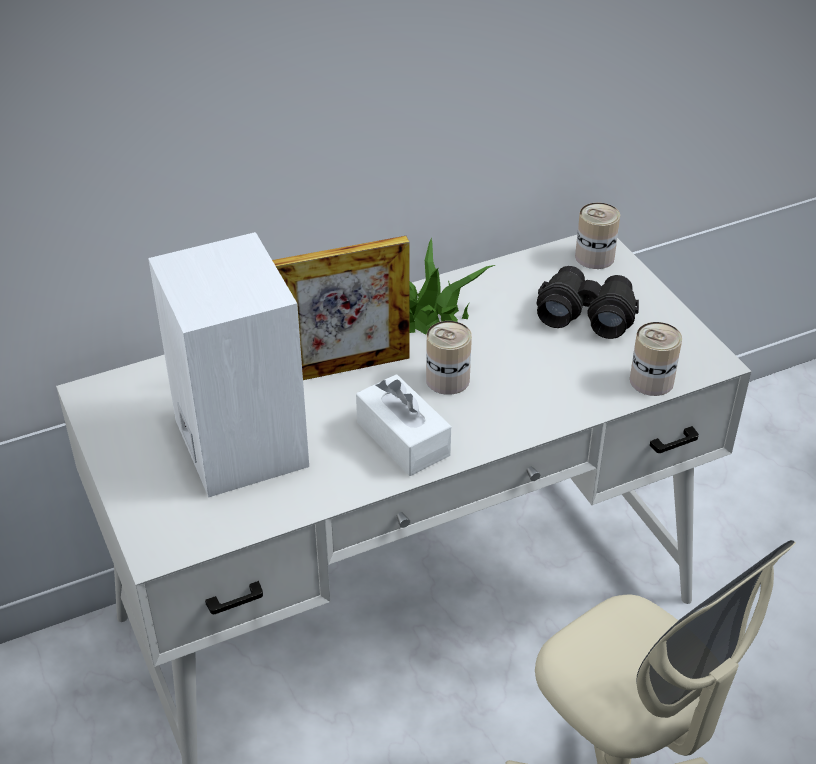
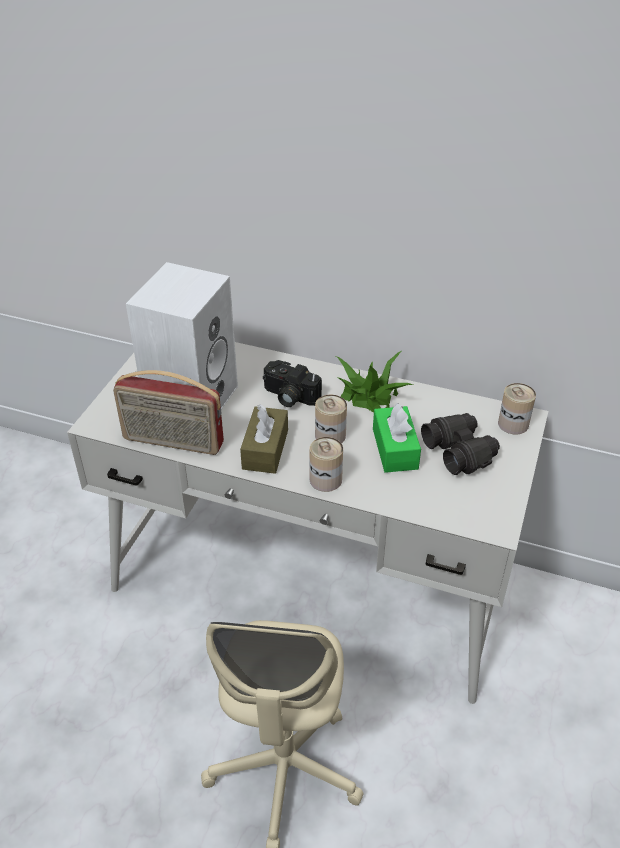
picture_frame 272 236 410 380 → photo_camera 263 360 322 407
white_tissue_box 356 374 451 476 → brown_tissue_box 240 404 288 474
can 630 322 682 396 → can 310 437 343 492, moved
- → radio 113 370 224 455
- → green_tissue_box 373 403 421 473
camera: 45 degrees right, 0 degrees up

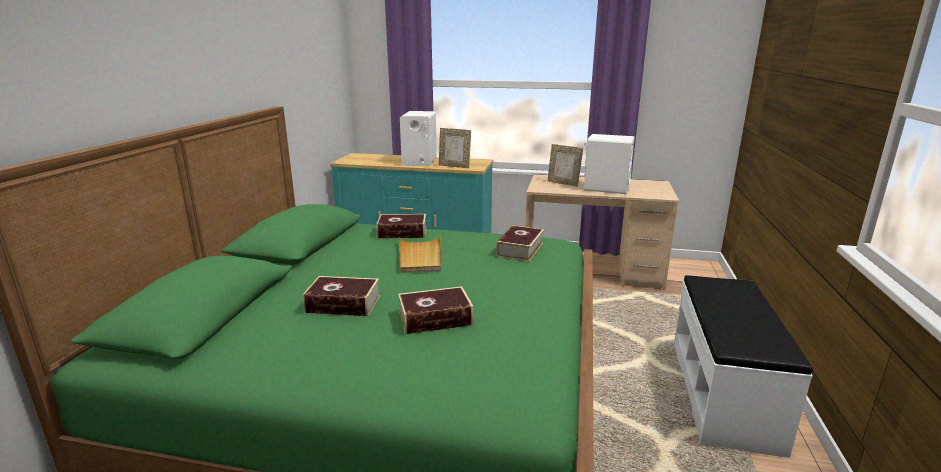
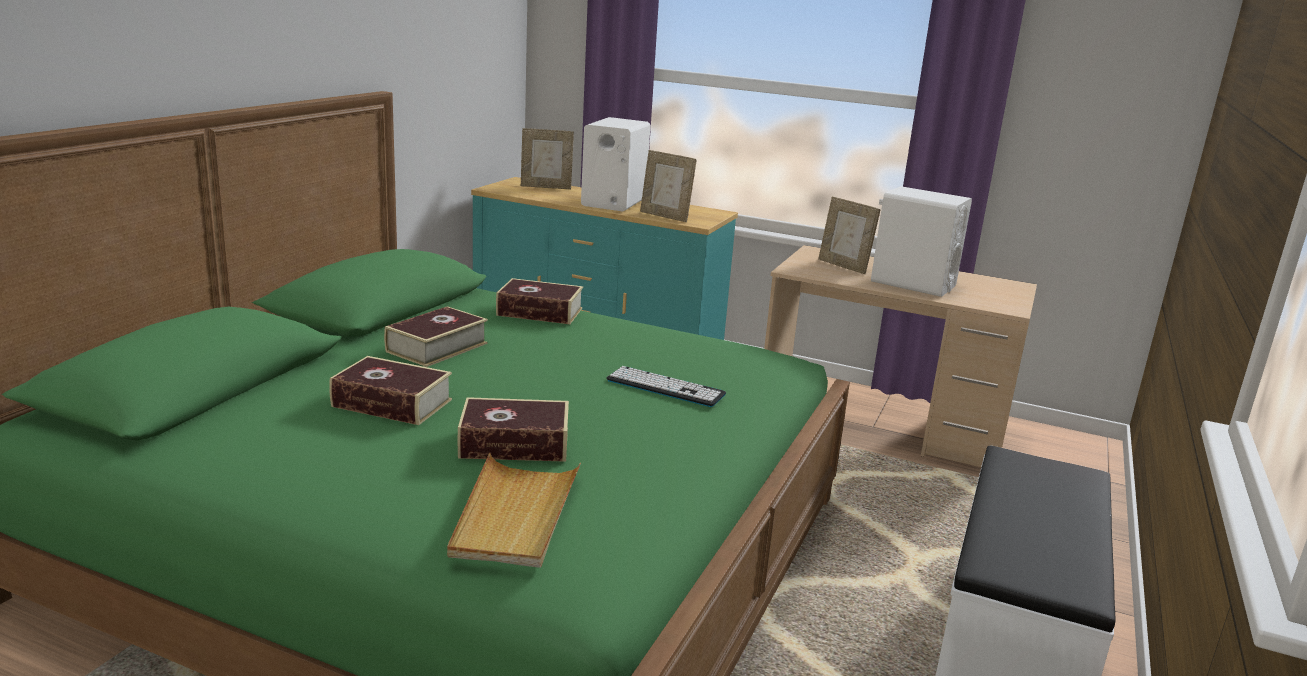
beige_tray 399 236 441 273 → beige_tray 447 453 581 568, moved
book 496 225 544 262 → book 384 306 488 367, moved
- → picture_frame 521 128 574 189
- → keyboard 606 366 726 407
camera: 10 degrees right, 0 degrees up

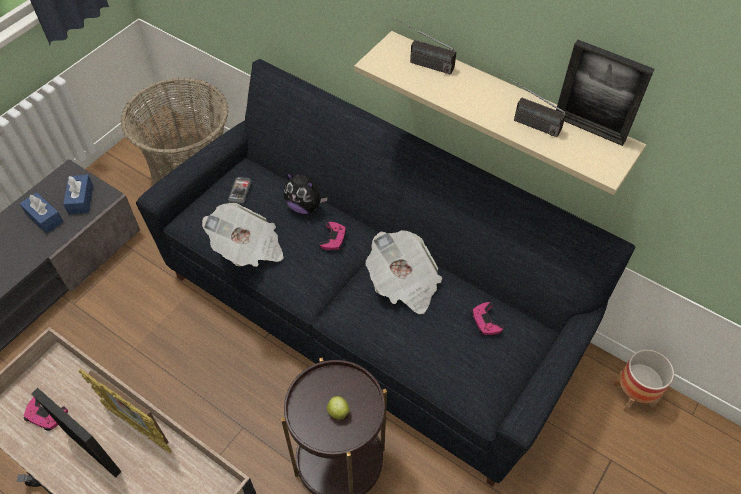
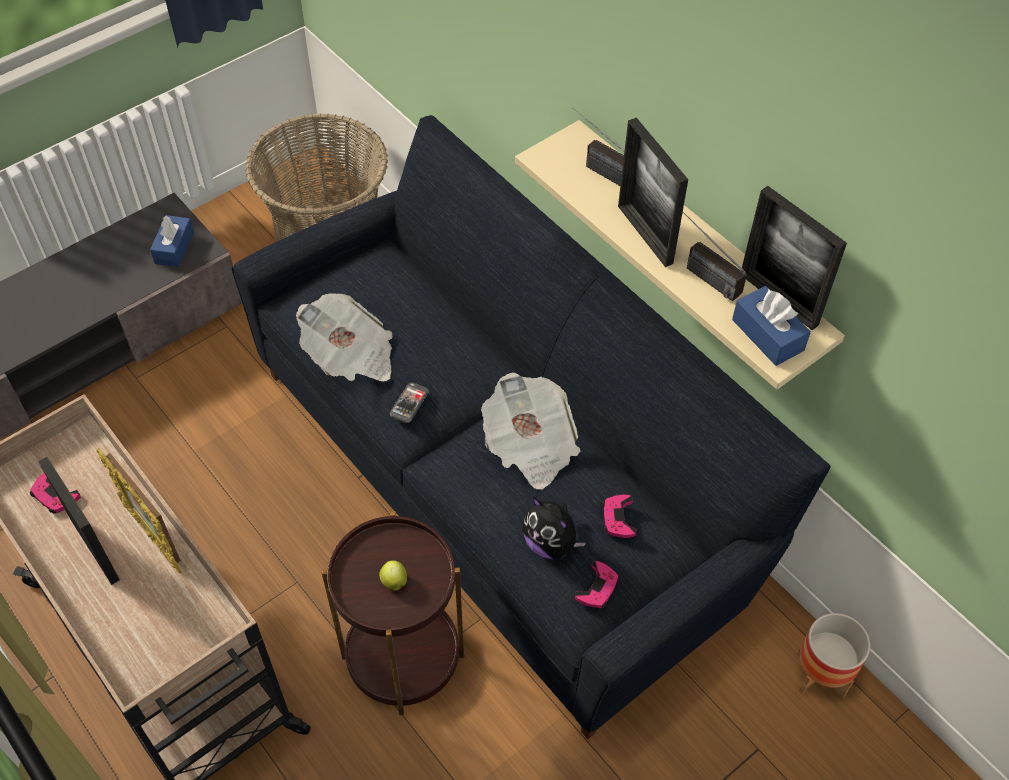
blue_tissue_box 20 192 64 233 → blue_tissue_box 732 286 811 366, moved
phone 228 177 251 204 → phone 390 382 429 423, moved
plush_toy 283 172 328 214 → plush_toy 522 497 586 559, moved
pink_game_controller 320 222 347 250 → pink_game_controller 575 561 620 608, moved
- → picture_frame 618 118 688 267
camera: 15 degrees right, 0 degrees up

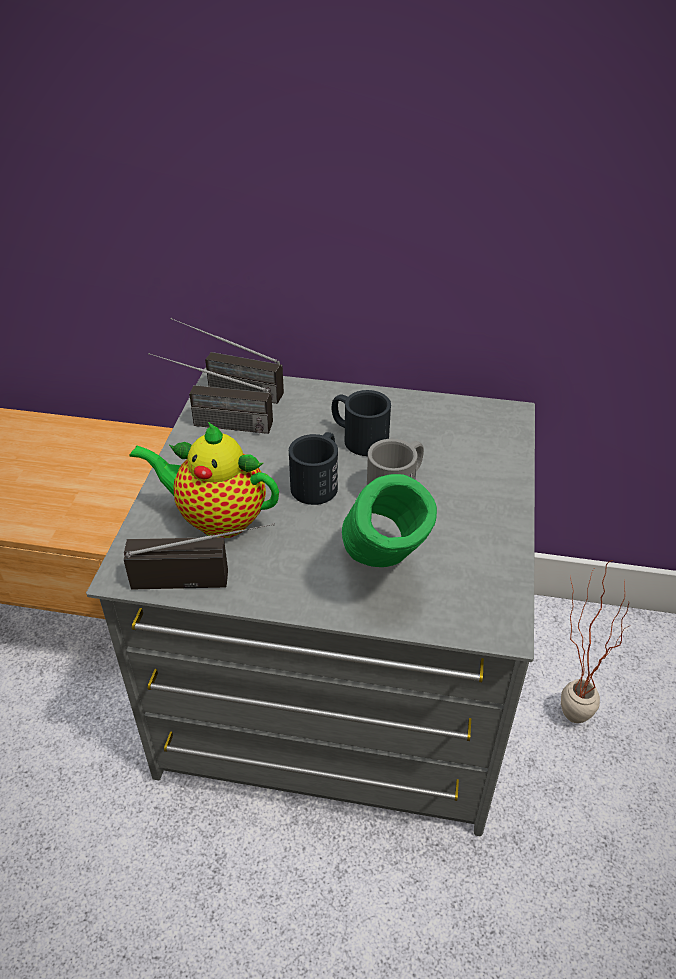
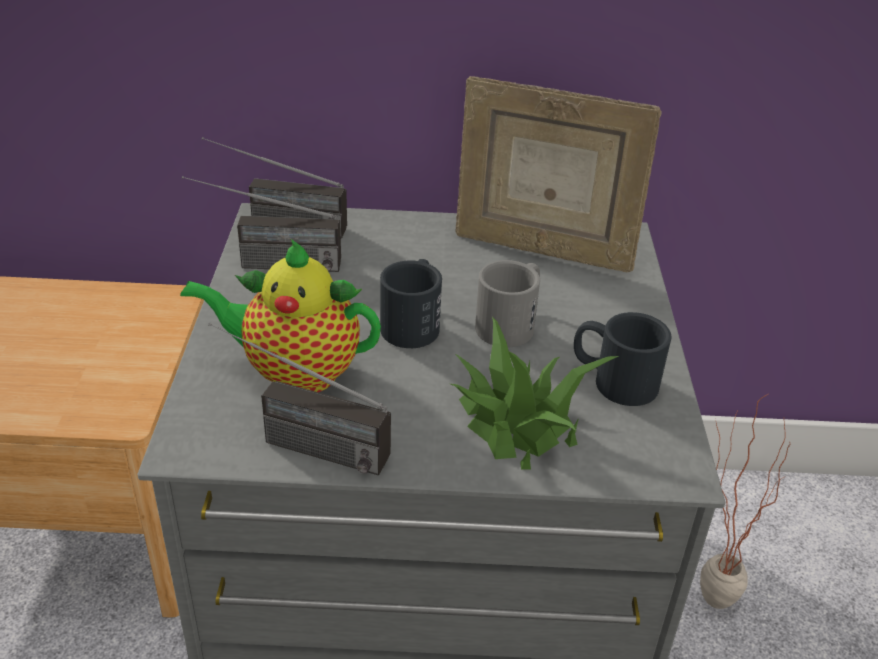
radio 124 523 275 590 → radio 208 323 391 475, 150 degrees counterclockwise
black_mug 332 390 391 456 → black_mug 574 312 672 406, moved
green_vase 342 474 437 567 → potted_plant 451 317 619 470
- → picture_frame 455 76 662 272
camera: 10 degrees left, 5 degrees down

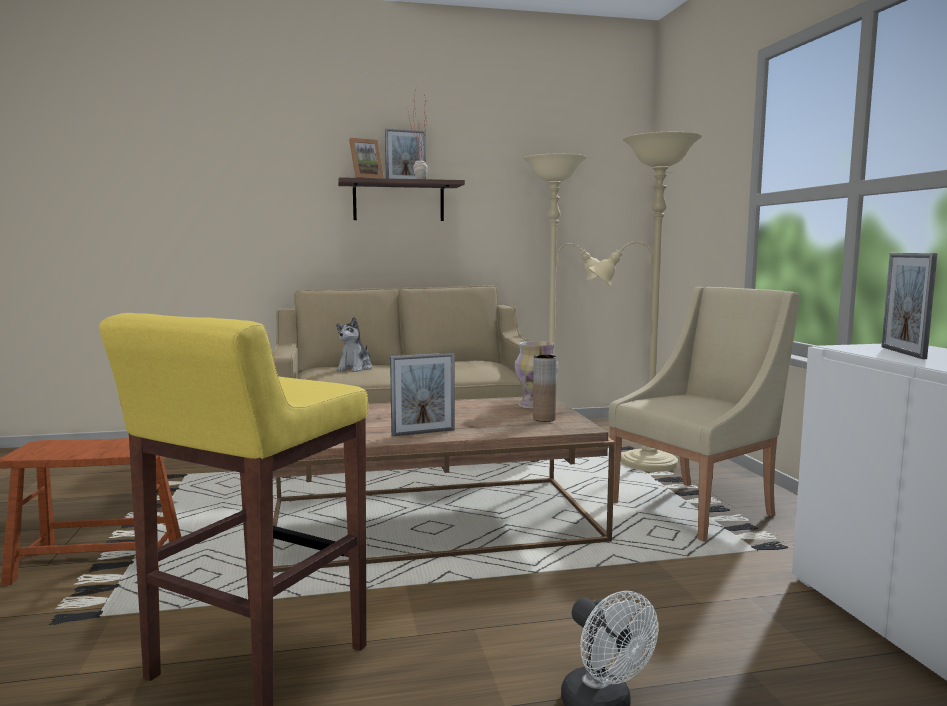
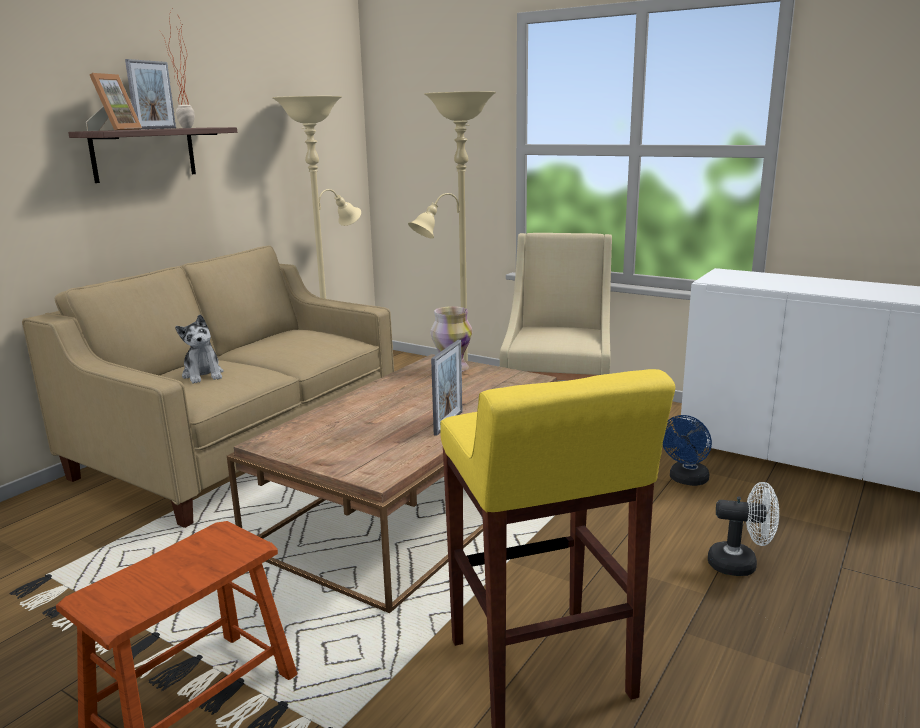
brown_vase 533 355 557 422 → -
picture_frame 881 253 938 359 → -
- → blue_fan 663 415 712 486
camera: 45 degrees left, 10 degrees up

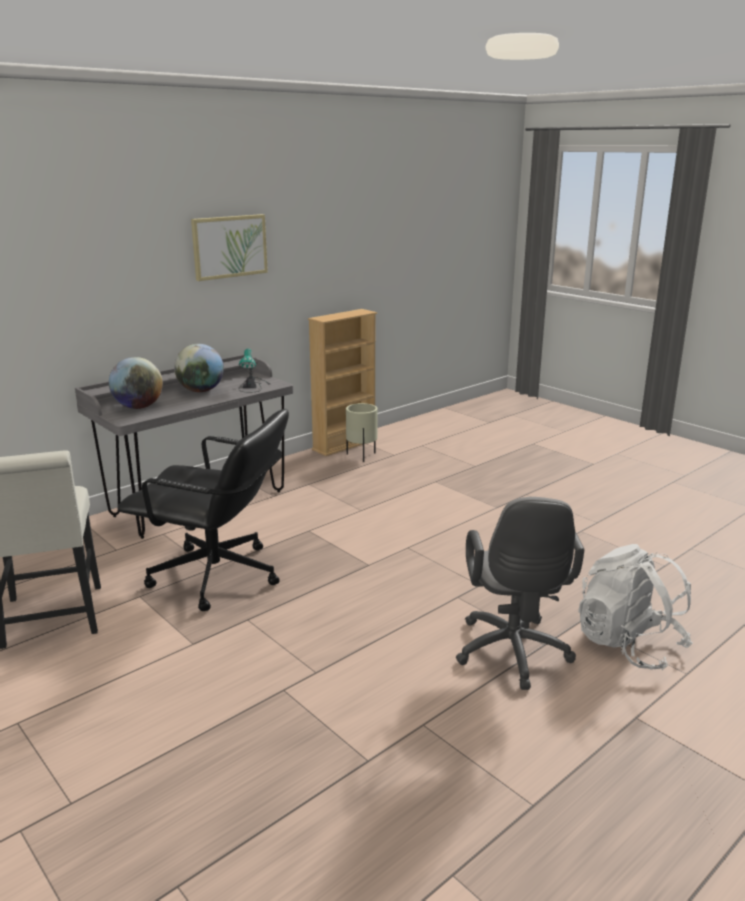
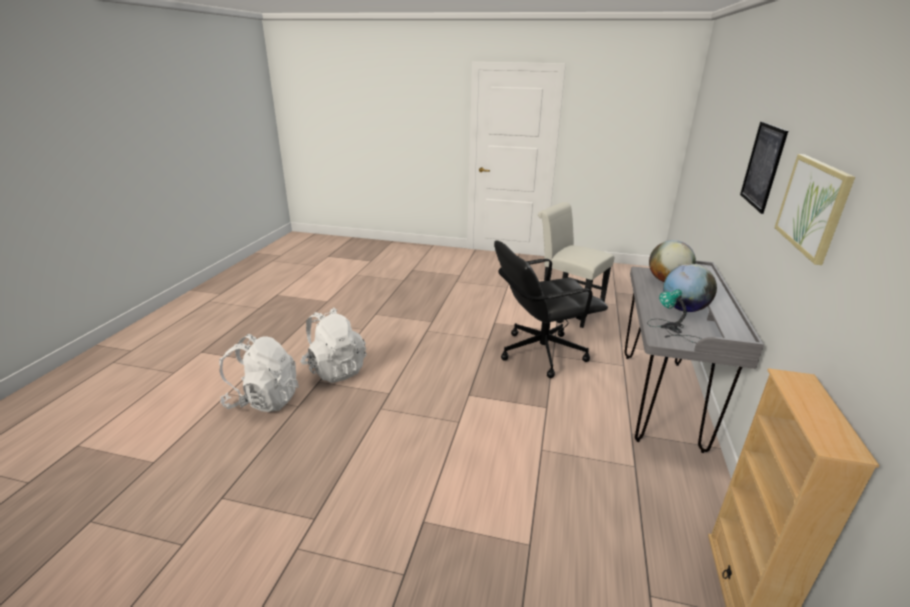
beige_planter 346 403 378 462 → -
grey_office_chair 456 497 584 690 → white_backpack 300 307 366 383
- → picture 740 122 788 214
camera: 145 degrees right, 5 degrees up

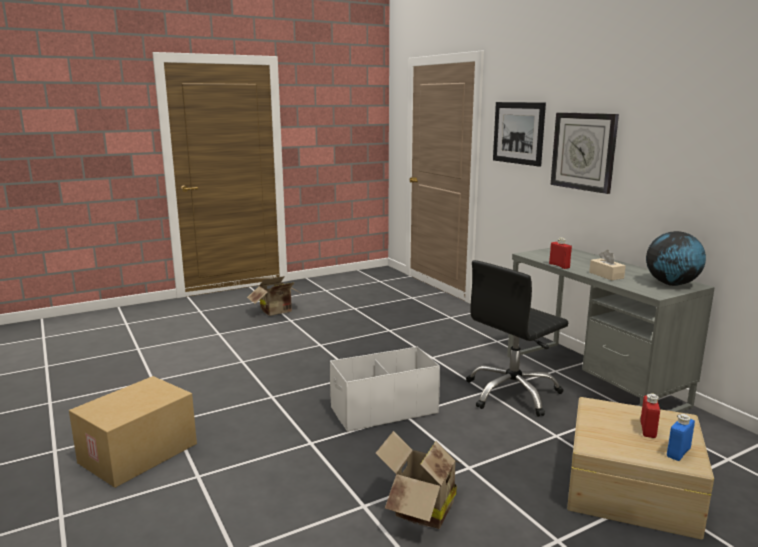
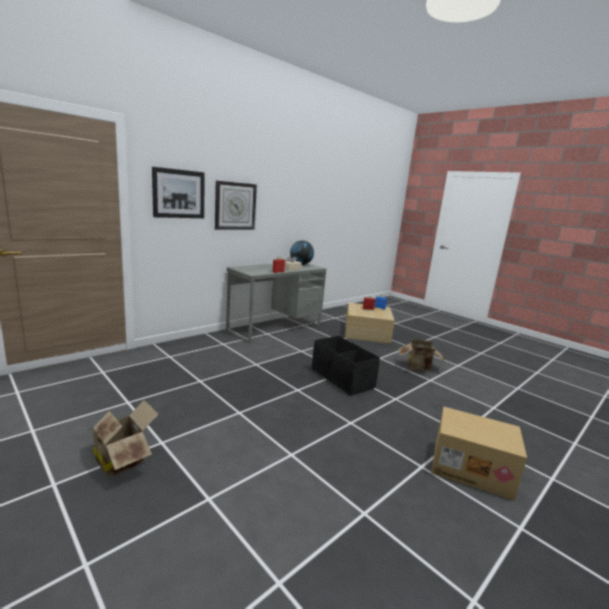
white_storage_box 330 347 440 432 → black_storage_box 312 336 380 396
black_office_chair 466 260 568 417 → -
camera: 105 degrees left, 0 degrees up

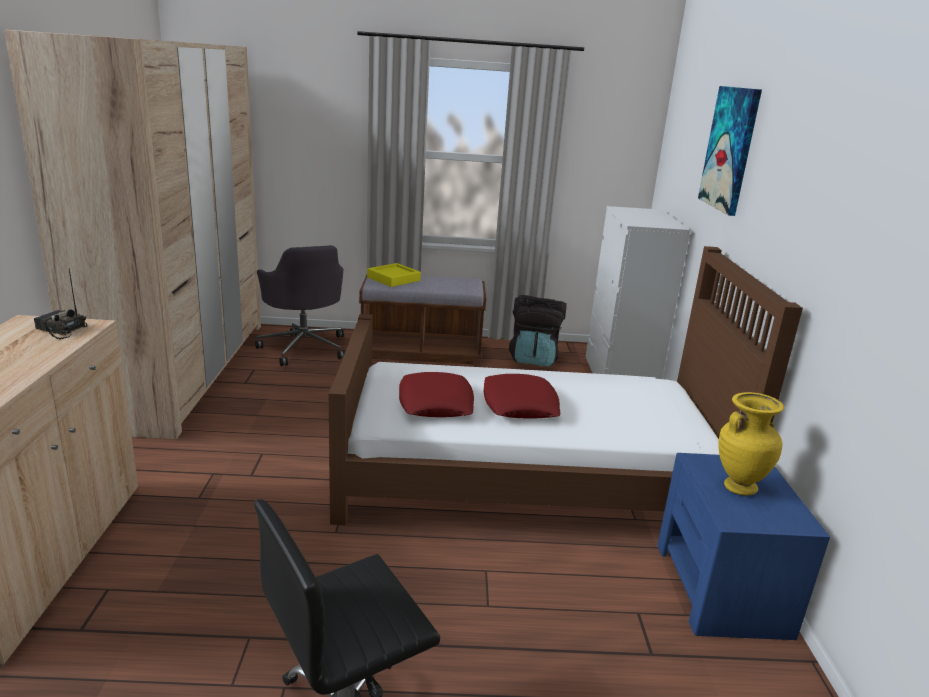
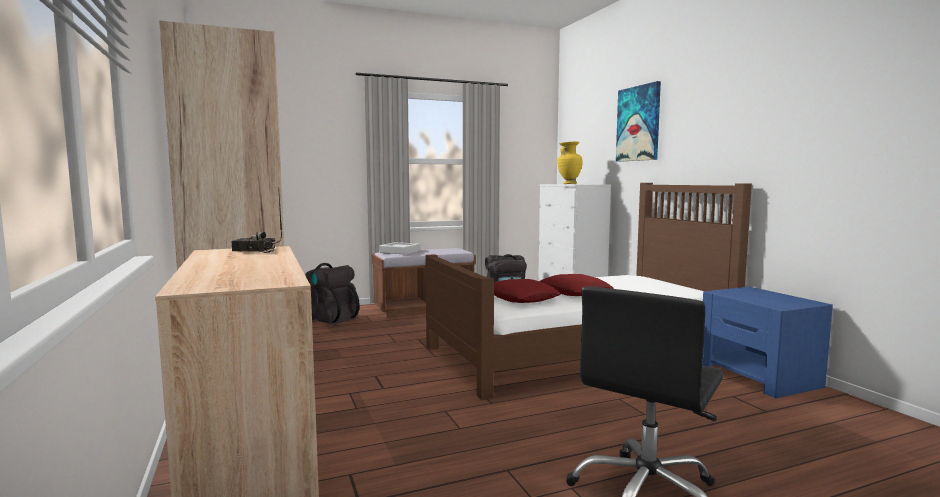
grey_office_chair 255 245 345 366 → black_backpack 305 263 360 325
yellow_tray 367 263 421 287 → grey_tray 379 242 420 255
yellow_vase 719 392 784 495 → yellow_vase 557 142 582 184, moved
camera: 20 degrees left, 15 degrees down

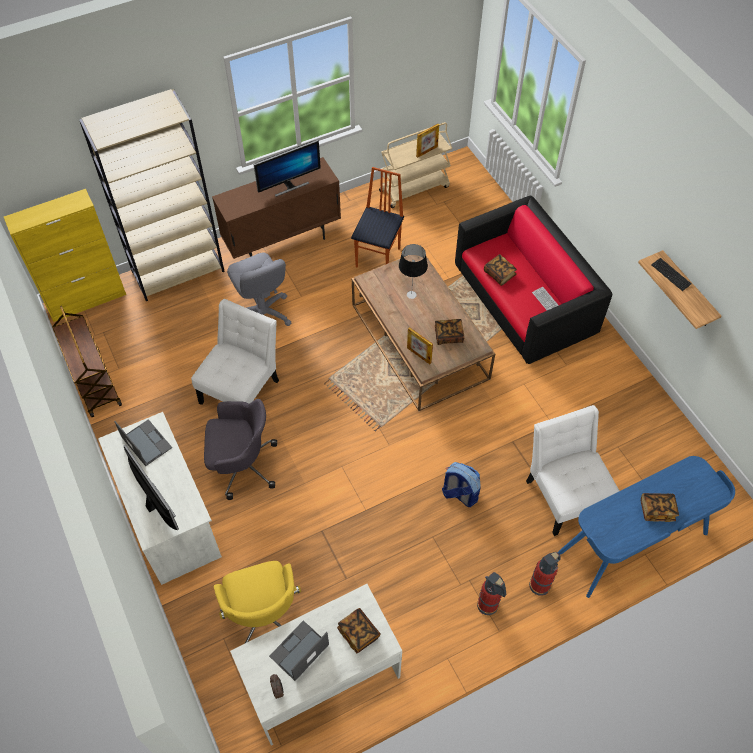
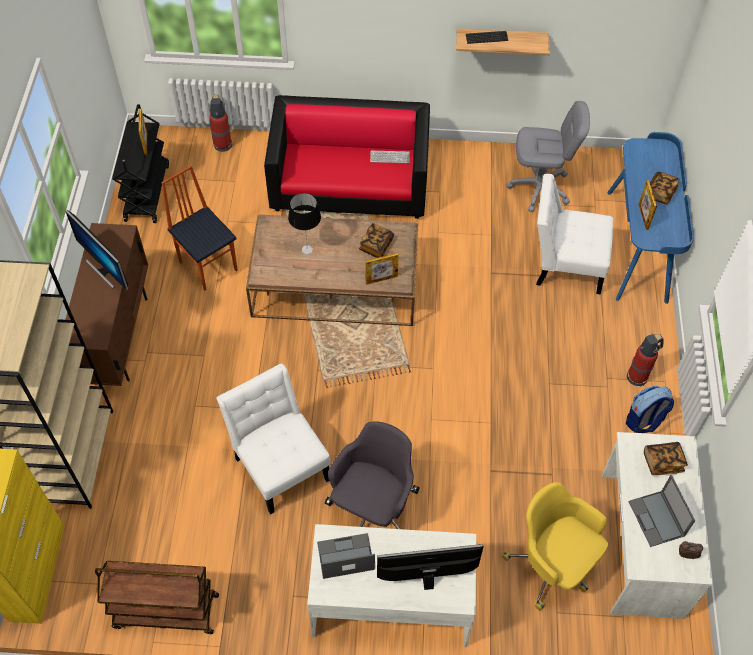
yellow_office_chair 214 561 301 643 → yellow_office_chair 502 482 608 611, 150 degrees counterclockwise
grey_office_chair 227 252 292 326 → grey_office_chair 506 101 590 212, moved
monitor 253 140 321 197 → monitor 66 210 129 290, 135 degrees clockwise
beige_cart 379 122 452 208 → black_cart 112 104 169 223
backpack 442 462 480 507 → backpack 626 386 674 433, moved
book 484 254 517 286 → -
fire_extinguisher 529 552 560 596 → fire_extinguisher 209 95 232 152, moved
- → picture_frame 638 180 657 230
camera: 60 degrees left, 0 degrees up

